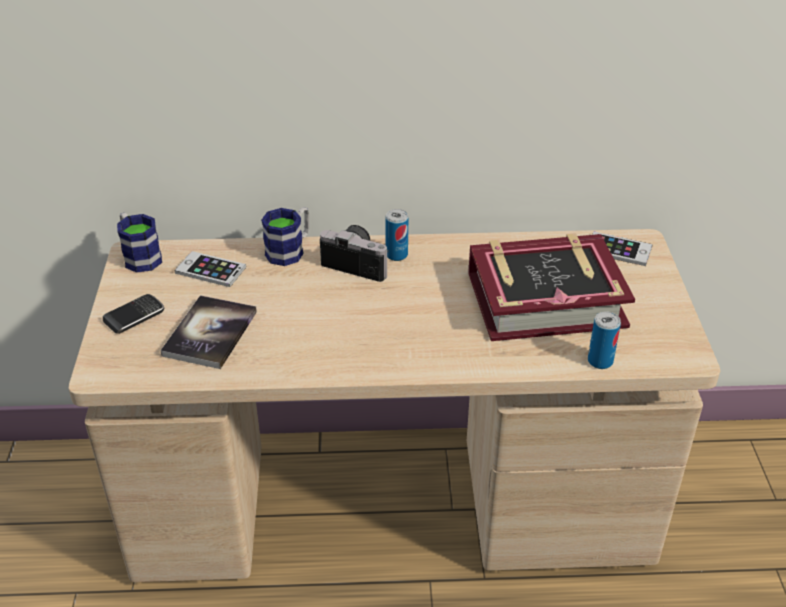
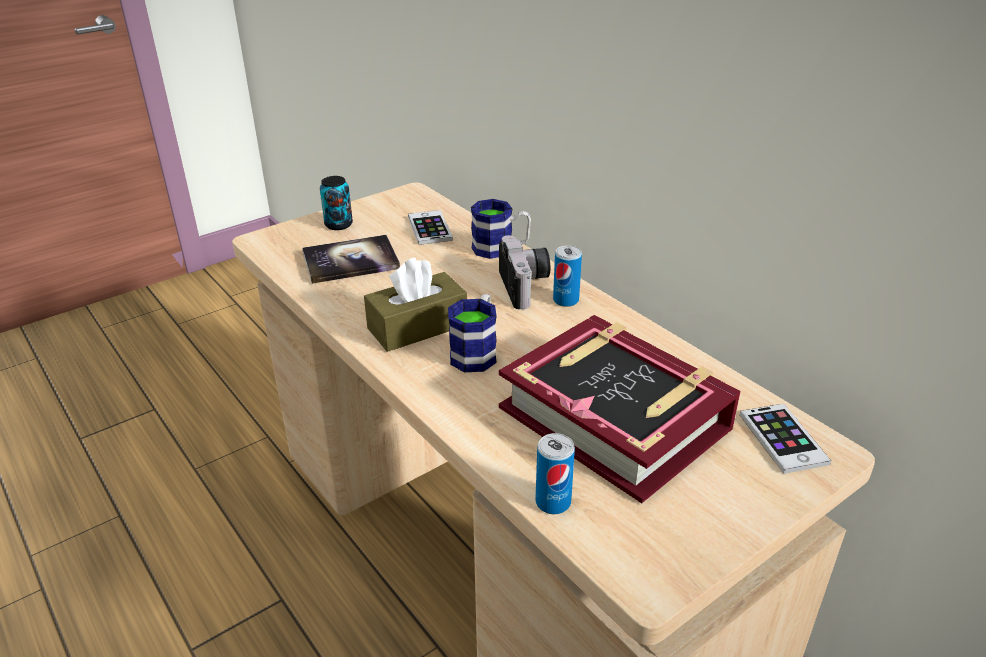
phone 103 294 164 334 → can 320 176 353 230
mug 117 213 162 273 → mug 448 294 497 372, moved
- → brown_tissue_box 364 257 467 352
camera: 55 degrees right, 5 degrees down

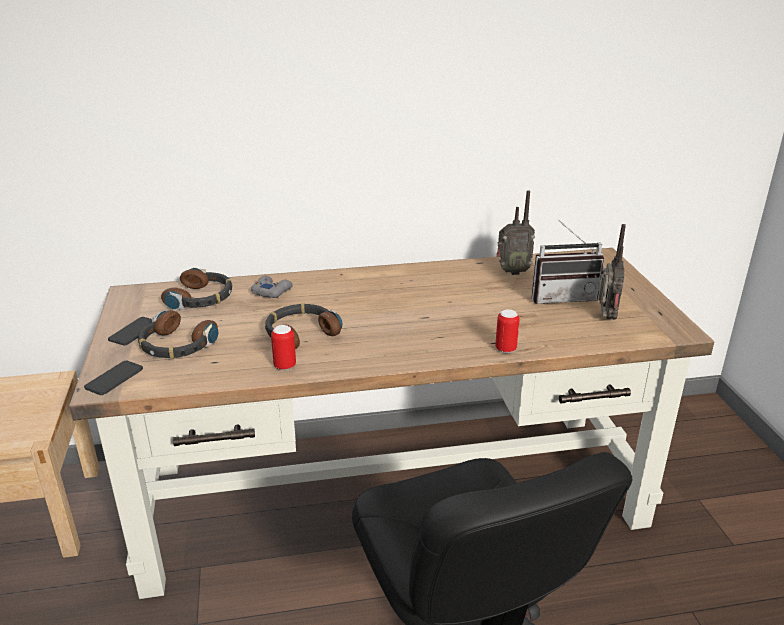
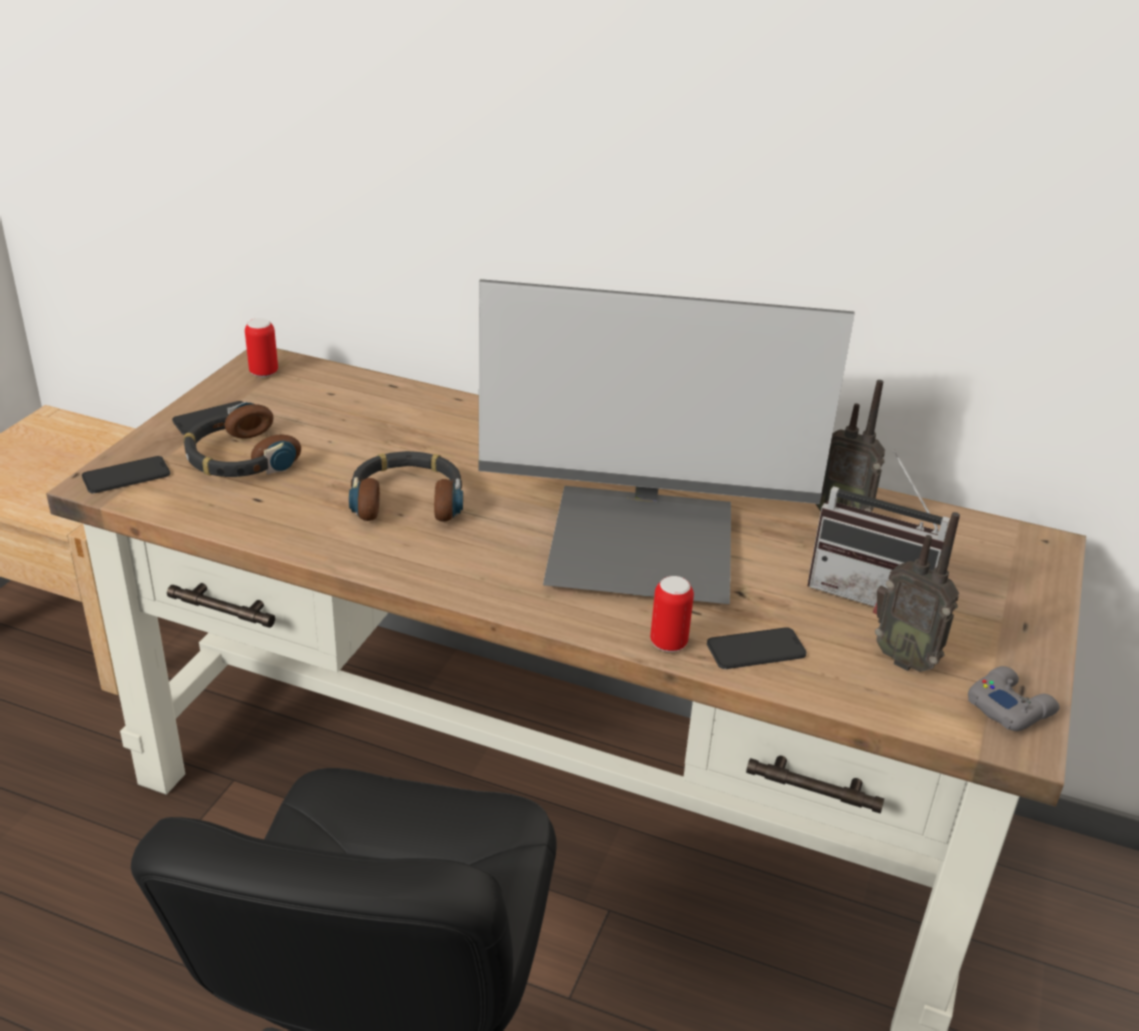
headphones 161 267 233 310 → -
grey_game_controller 251 276 293 298 → grey_game_controller 968 666 1060 731, moved
can 271 325 296 370 → can 245 318 278 377, moved
radio 598 224 626 320 → radio 873 512 960 672, 90 degrees clockwise
- → monitor 478 279 855 604
- → phone 707 627 807 669
camera: 30 degrees right, 5 degrees up

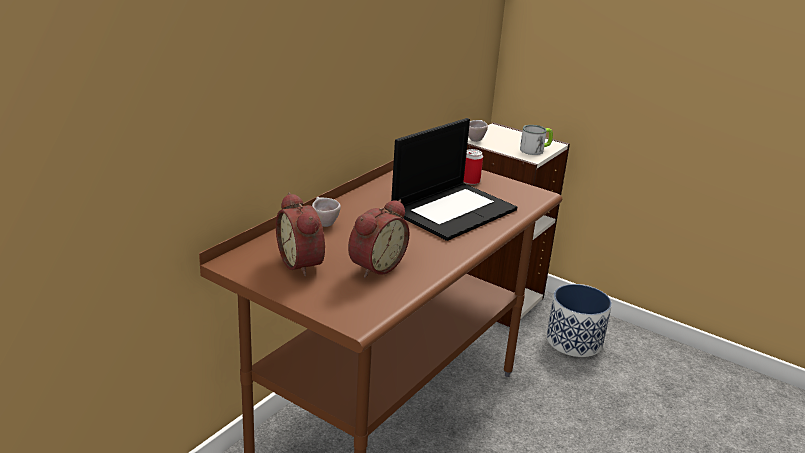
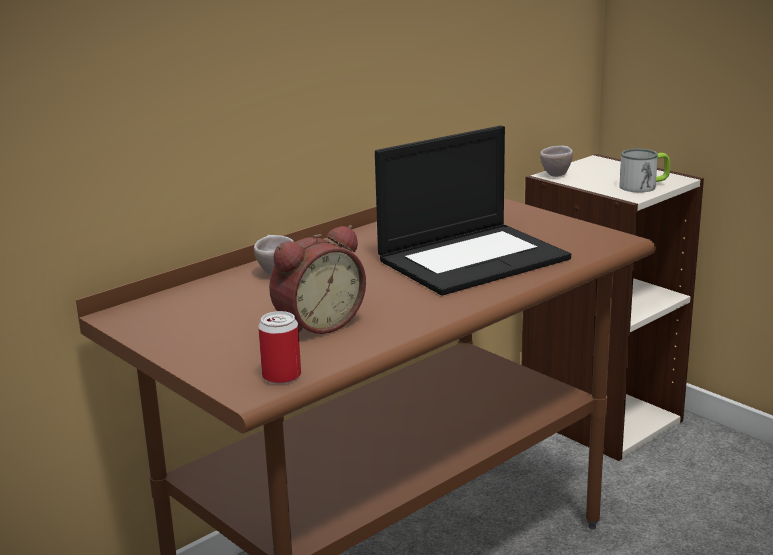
alarm_clock 276 192 325 277 → -
can 464 149 483 185 → can 258 311 301 384, moved
planter 546 284 612 357 → -
camera: 15 degrees right, 5 degrees down

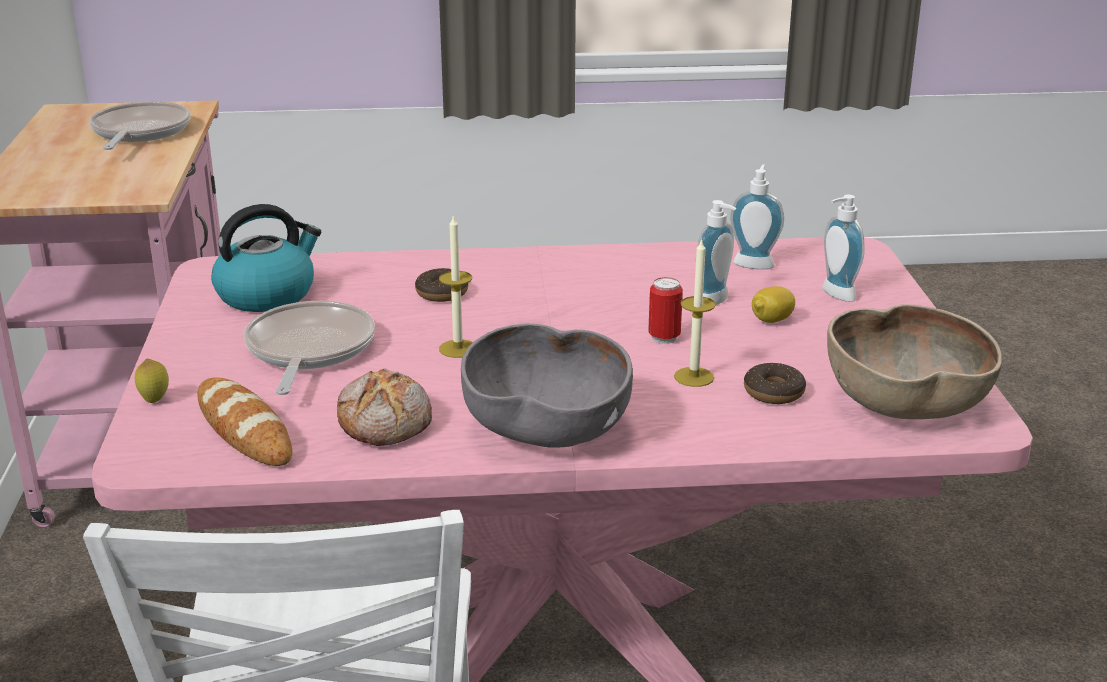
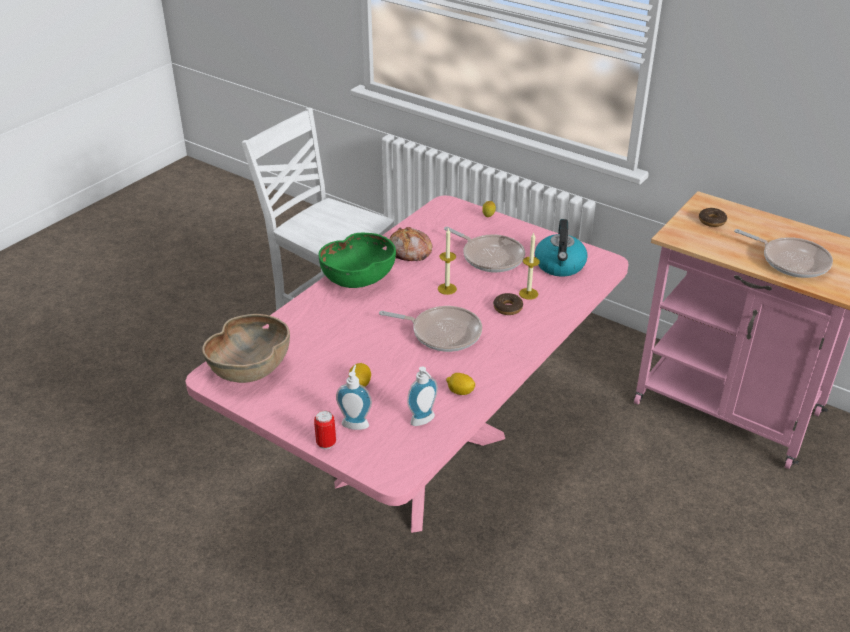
bread 198 377 292 466 → -
grey_bowl 461 324 633 448 → green_bowl 319 232 396 288
can 648 277 683 344 → can 314 411 336 449, moved
candle 674 238 716 387 → candle 519 233 540 300, moved
soap_dispenser 697 200 736 305 → -
donut 744 363 806 404 → donut 699 208 727 227, moved
- → frying_pan 379 306 482 352
- → lemon 446 373 475 395
camera: 130 degrees right, 10 degrees up

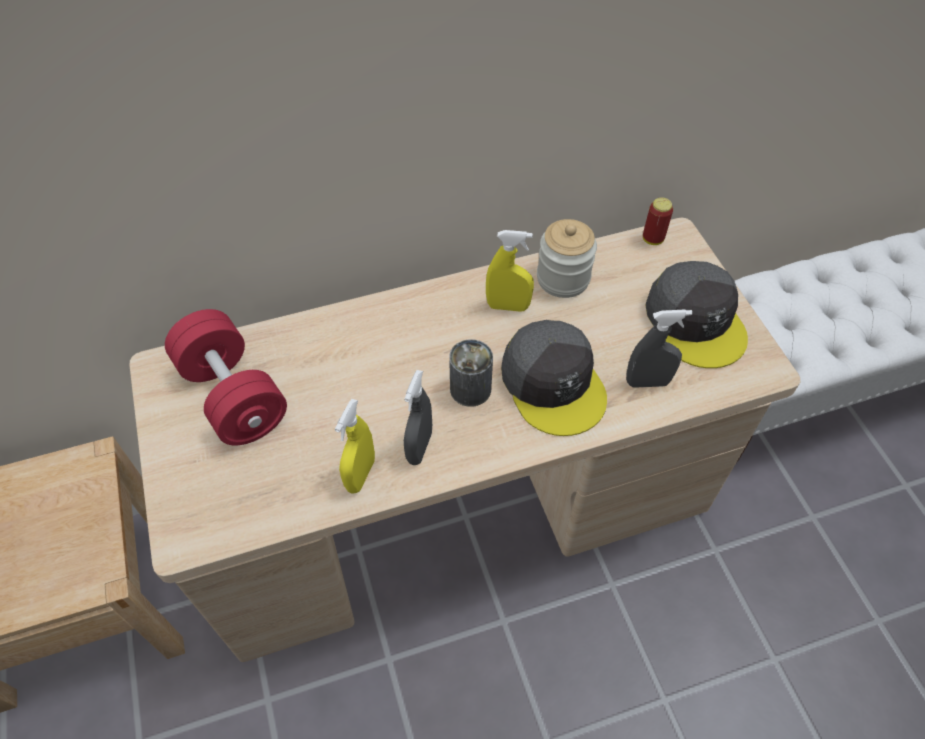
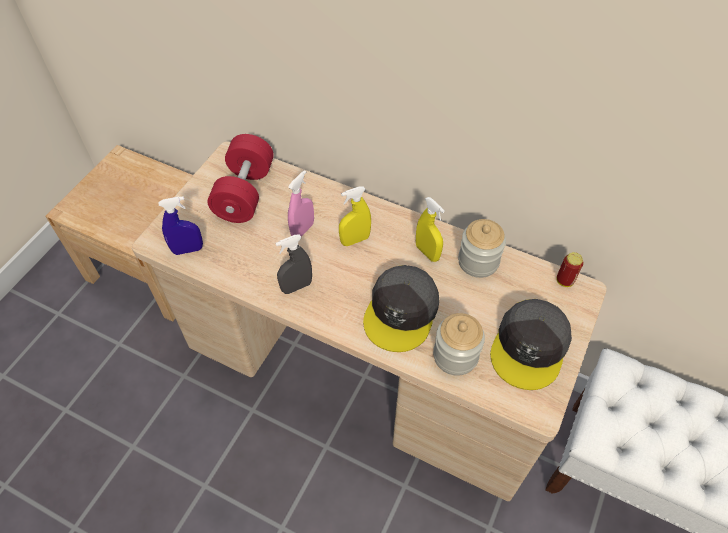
yellow_spray_bottle 335 399 375 494 → yellow_spray_bottle 339 186 371 246, moved
can 449 339 493 407 → -
grey_spray_bottle 626 310 692 388 → jar 433 313 485 376
- → blue_spray_bottle 158 196 203 255
- → pink_spray_bottle 288 170 314 237
camera: 45 degrees right, 0 degrees up

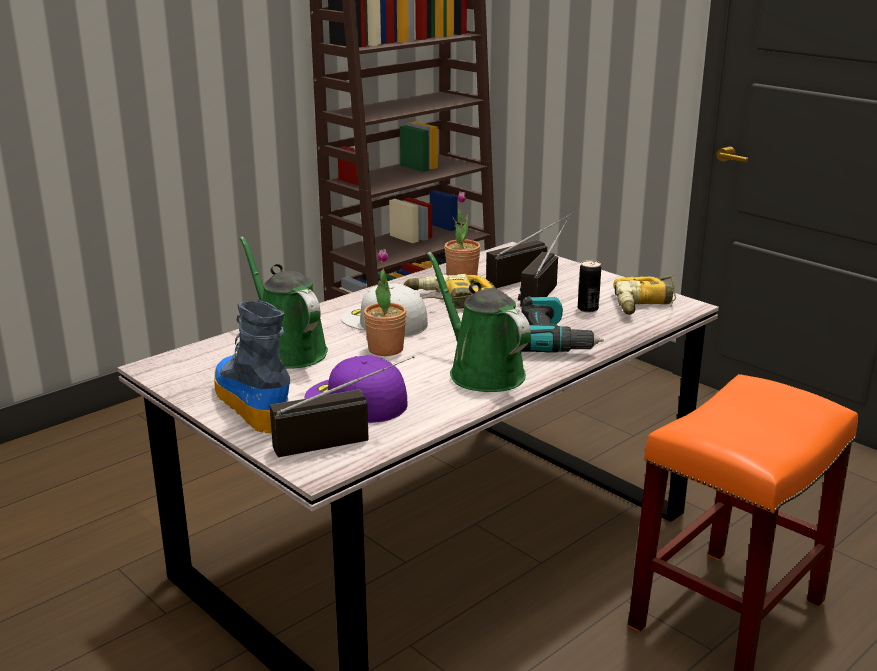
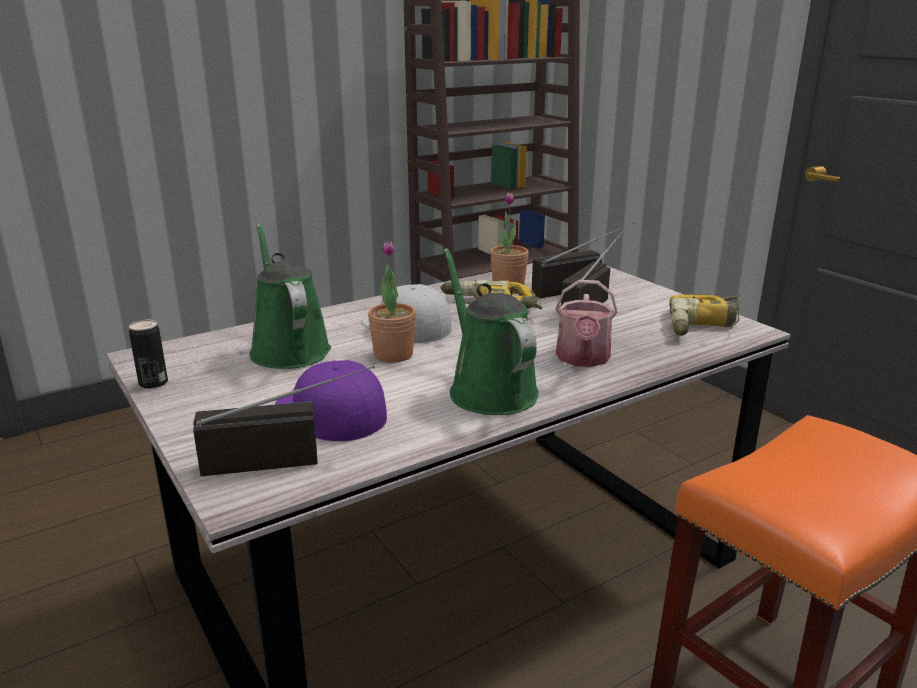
boot 214 299 290 433 → -
power_drill 518 296 604 353 → watering_can 556 280 618 367
can 578 260 601 312 → can 129 320 168 389, moved
camera: 10 degrees right, 0 degrees up

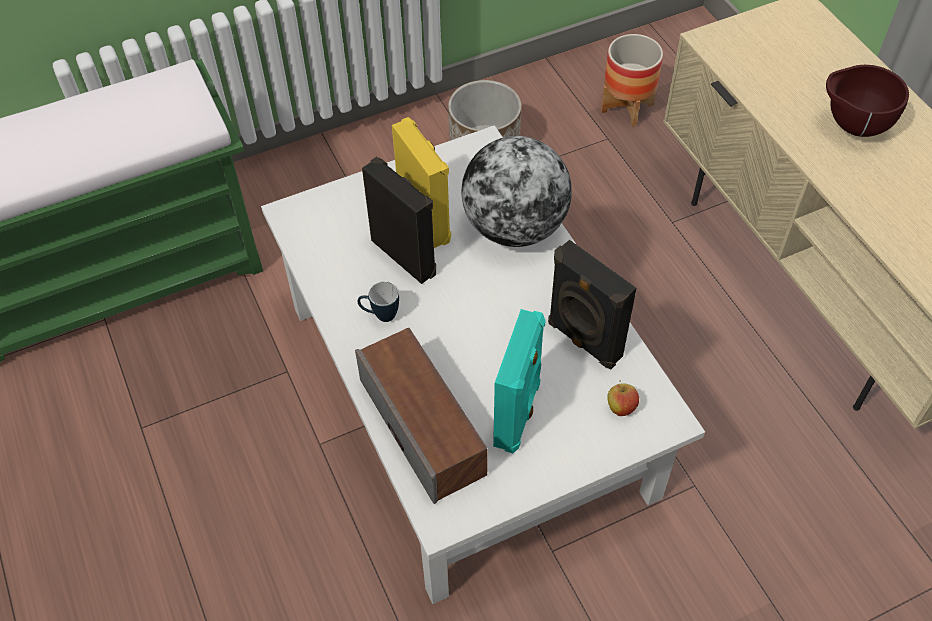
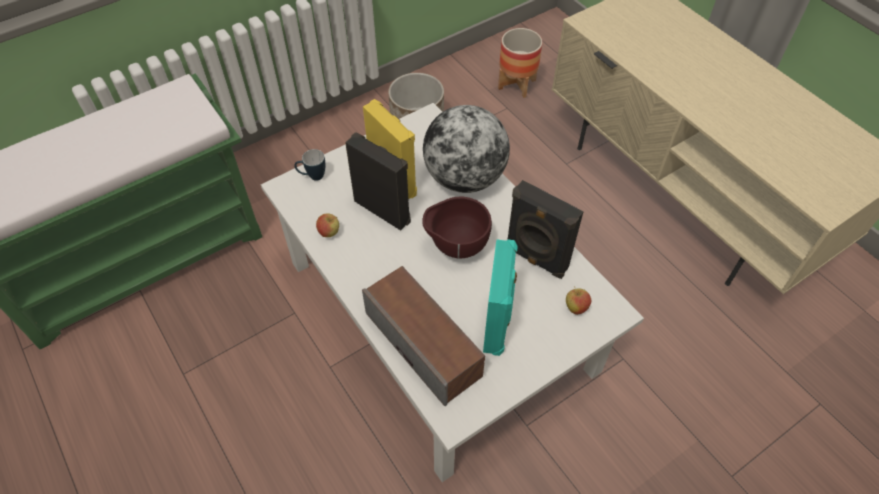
mug 357 281 399 322 → mug 294 149 325 181, moved
brown_bowl 826 65 909 137 → brown_bowl 422 197 492 258, moved
- → apple 316 213 339 237
camera: 10 degrees left, 0 degrees up

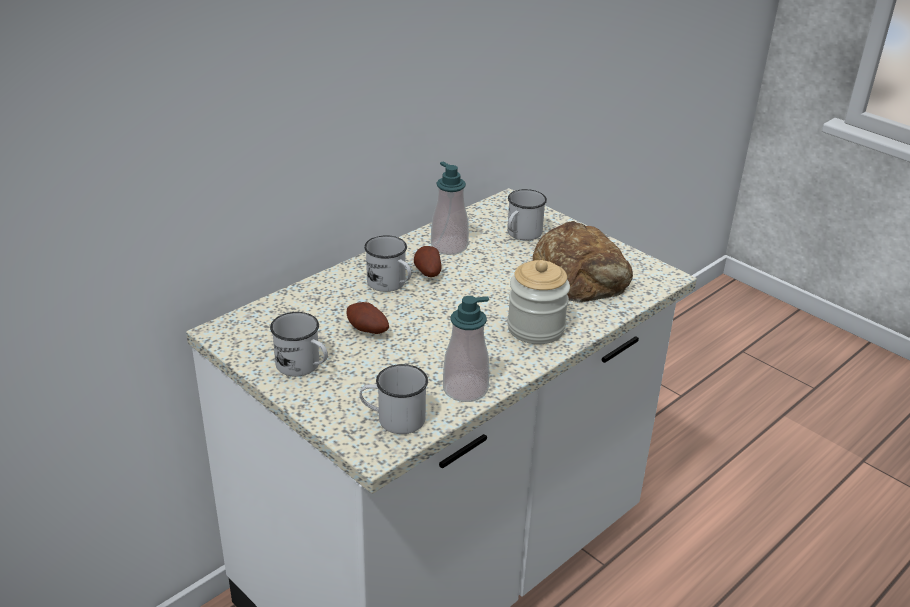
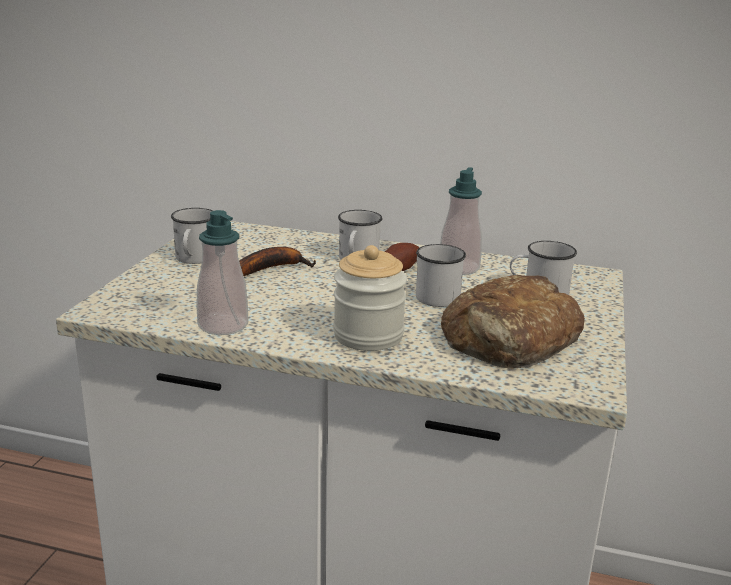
potato 346 302 389 334 → banana 239 247 316 276
white_mug 359 364 428 434 → white_mug 416 244 466 307, moved
camera: 60 degrees right, 10 degrees down

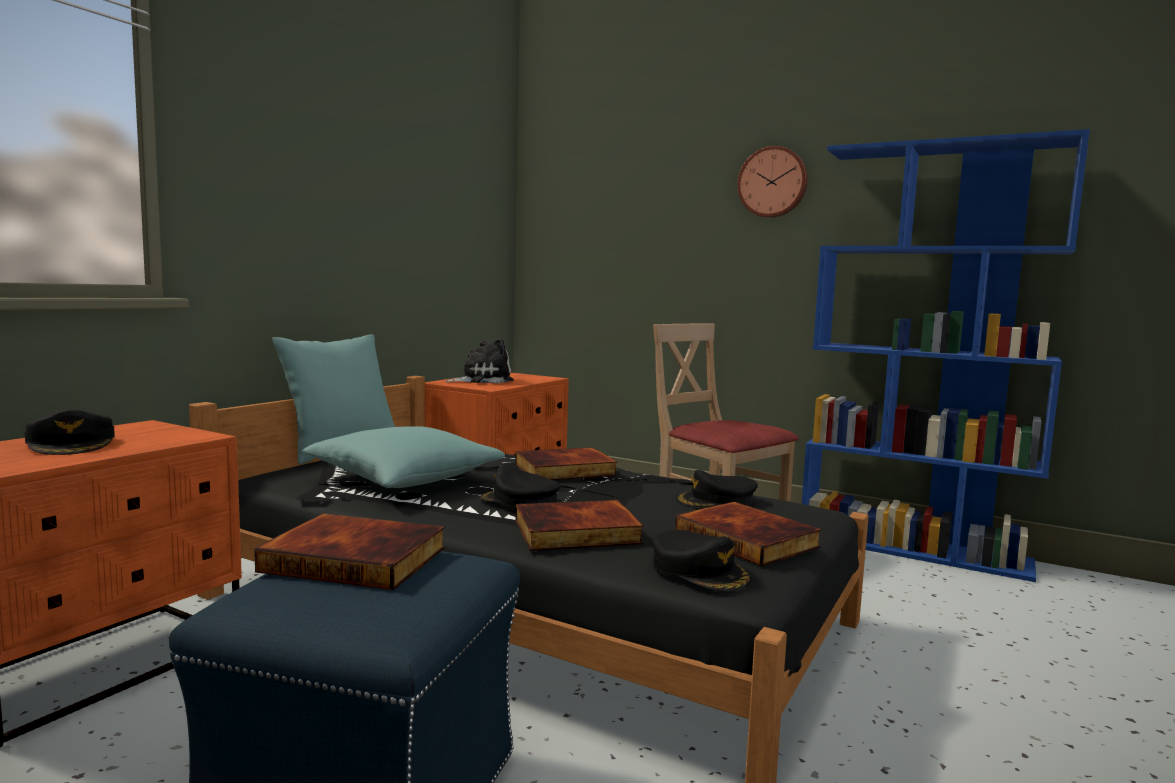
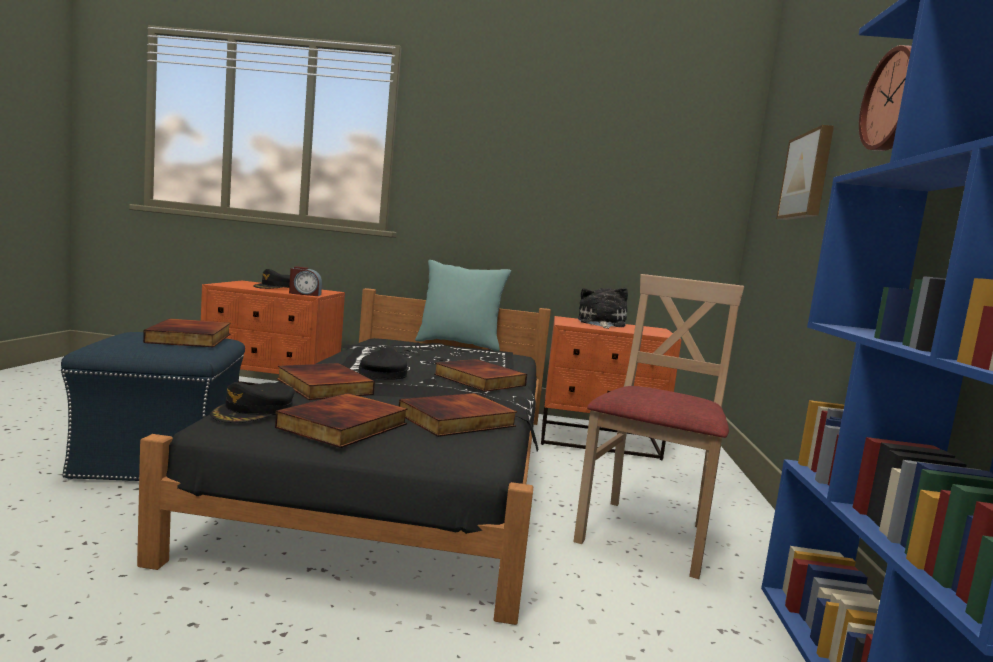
turquoise_pillow 302 426 505 488 → -
plush_toy 445 339 514 383 → plush_toy 578 288 628 329, 120 degrees counterclockwise
black_cap 676 470 758 507 → book 399 393 517 437
- → alarm_clock 289 267 322 296
- → picture 776 125 834 220
camera: 65 degrees right, 0 degrees up

